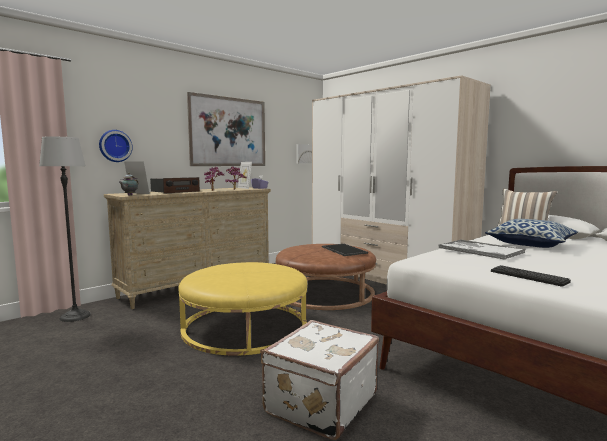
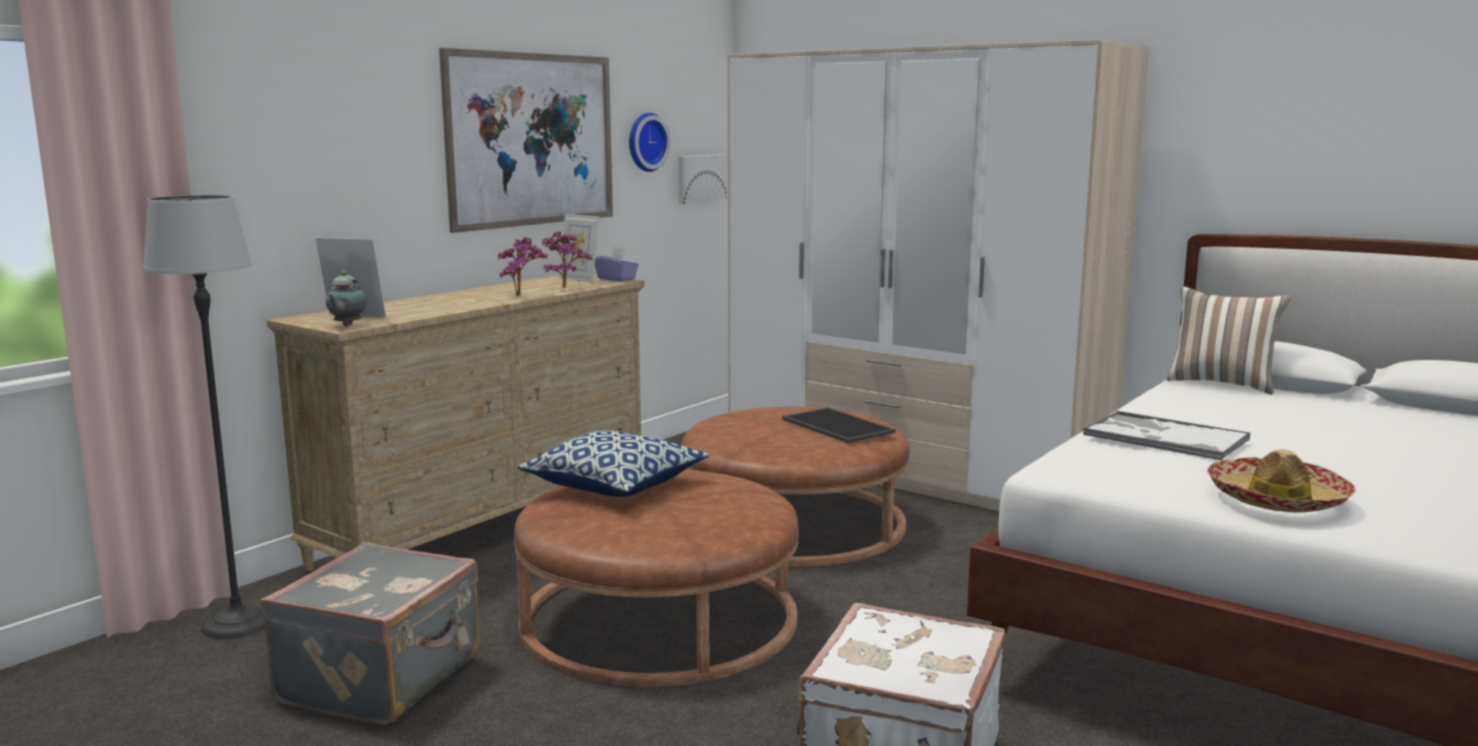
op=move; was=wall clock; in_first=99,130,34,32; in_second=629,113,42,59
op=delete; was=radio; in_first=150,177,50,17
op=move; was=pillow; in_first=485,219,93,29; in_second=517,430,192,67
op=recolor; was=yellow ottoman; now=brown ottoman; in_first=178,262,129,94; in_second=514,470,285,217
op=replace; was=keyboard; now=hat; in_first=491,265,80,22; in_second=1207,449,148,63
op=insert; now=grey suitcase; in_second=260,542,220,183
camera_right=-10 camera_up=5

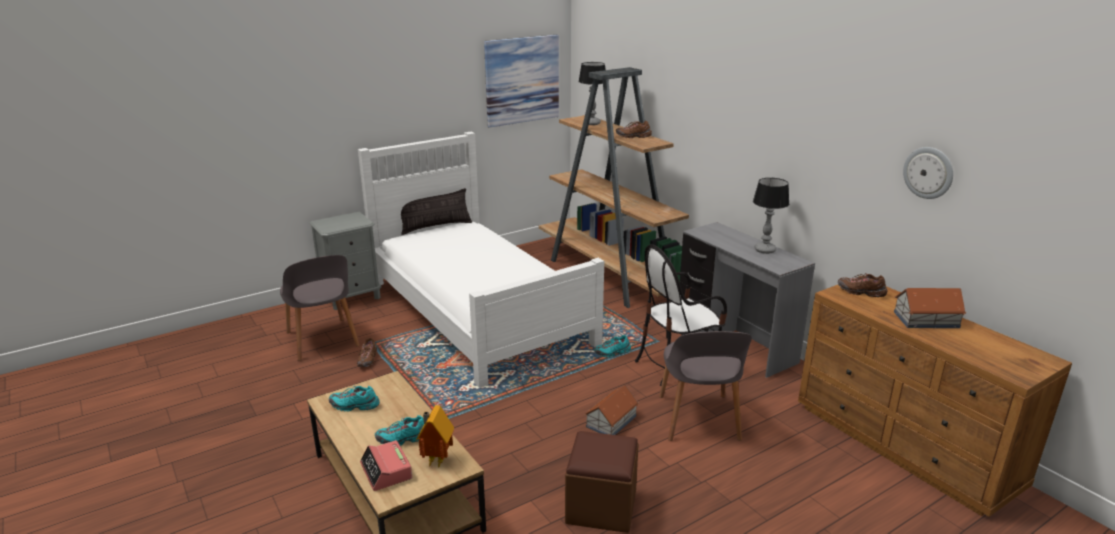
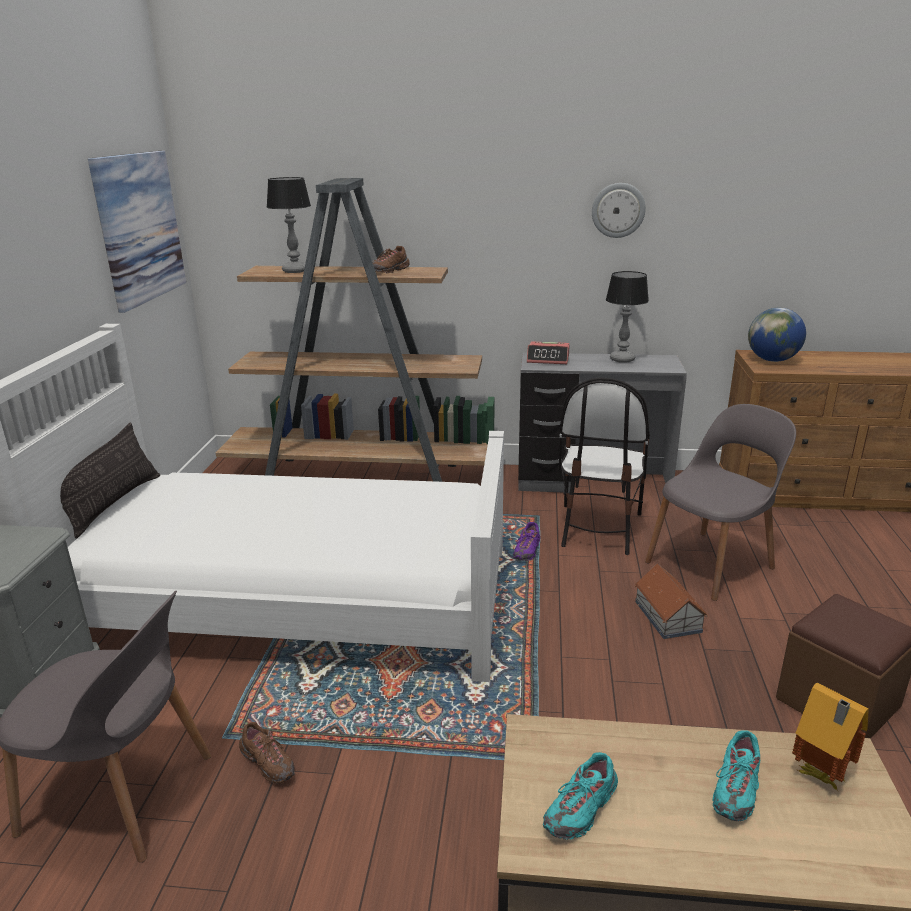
op=move; was=wall clock; in_first=903,147,50,52; in_second=592,183,54,55
op=replace; was=brown shoe; now=globe; in_first=838,273,50,24; in_second=748,308,58,54
op=delete; was=toy house; in_first=894,288,72,40
op=rotate; was=grey chair; in_first=659,331,93,110; in_second=645,404,151,197; clockwise=-75
op=recolor; was=turquoise shoe; now=purple shoe; in_first=594,335,37,23; in_second=513,522,27,39
op=move; was=alarm clock; in_first=360,440,52,51; in_second=527,341,43,23
camera_right=-50 camera_up=0

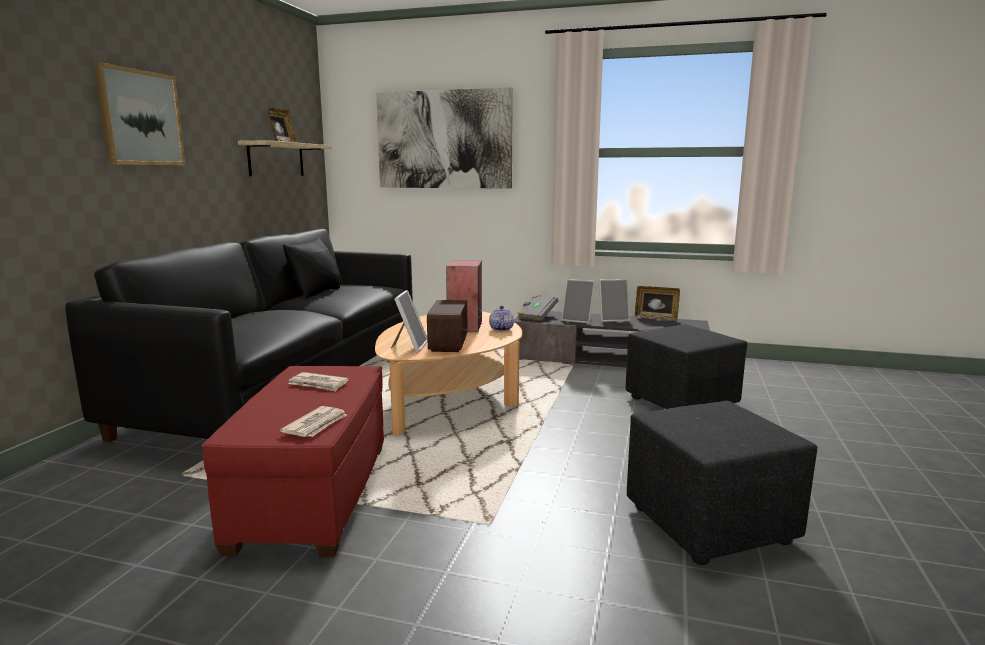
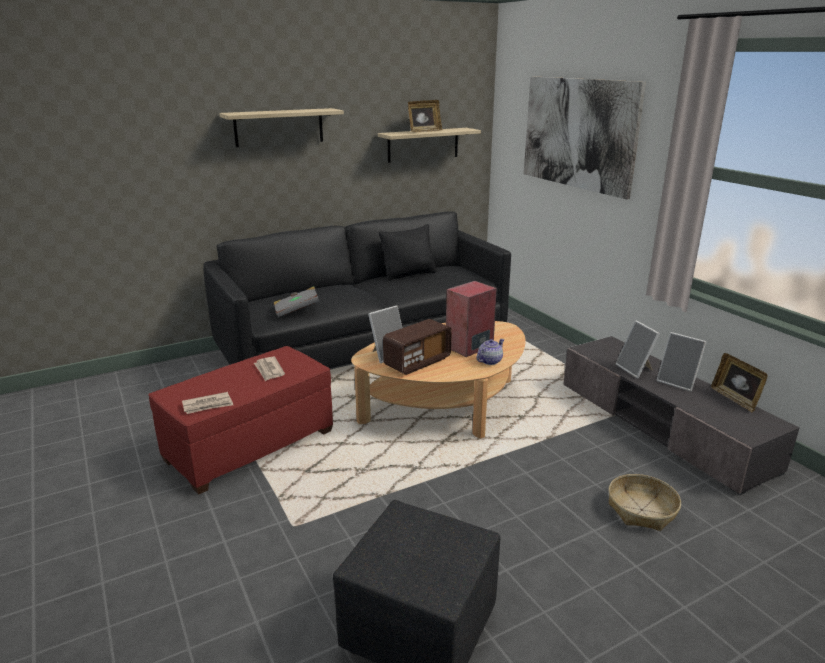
op=replace; was=picture; now=shelf; in_first=94,62,91,103; in_second=219,108,125,39
op=move; was=grey book; in_first=517,295,41,26; in_second=274,286,45,31
op=replace; was=black ottoman; now=basket; in_first=626,324,121,85; in_second=608,474,73,57
camera_right=45 camera_up=10

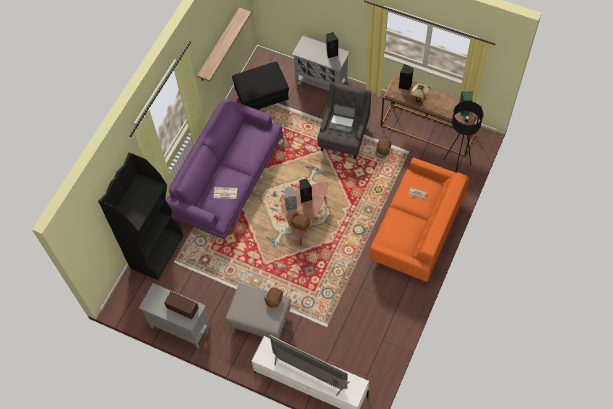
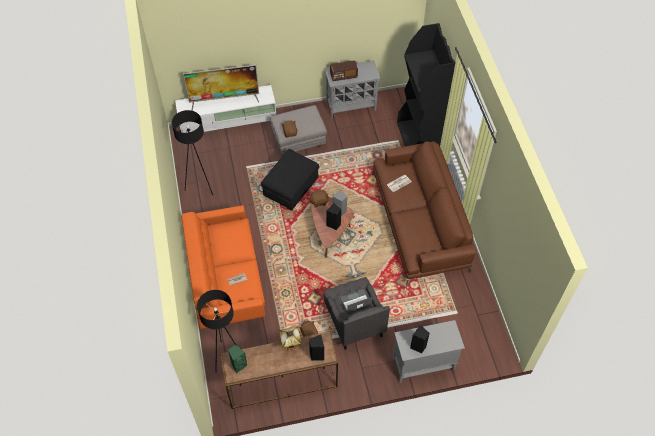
op=delete; was=shelf; in_first=197,8,55,74
op=move; was=black ottoman; in_first=232,61,57,49; in_second=261,149,58,61
op=recolor; was=purple sofa; now=brown sofa; in_first=165,99,119,145; in_second=372,141,104,144
op=insert; now=black floor lamp; in_second=172,110,41,85
camera_right=140 camera_up=-5

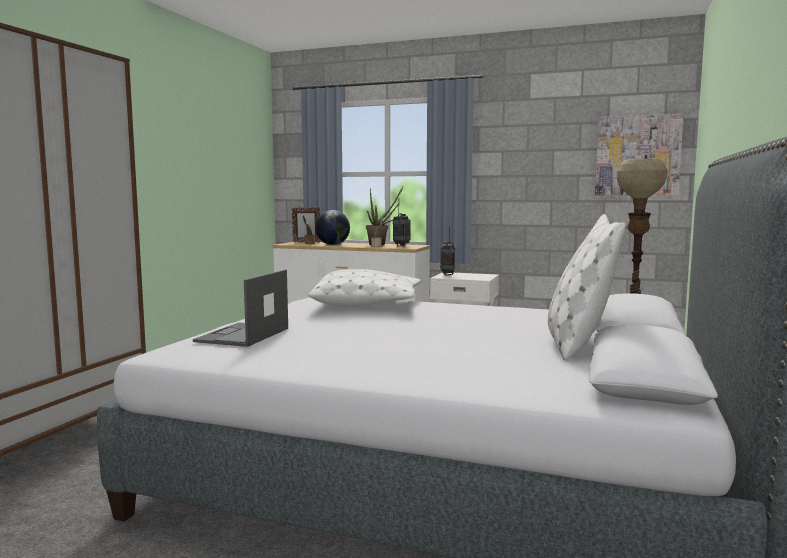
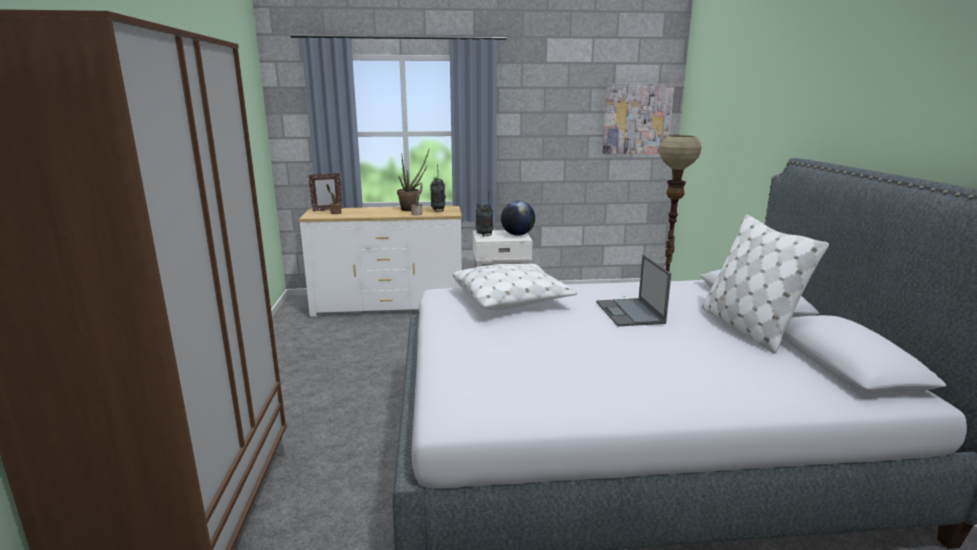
op=move; was=globe; in_first=315,210,35,35; in_second=501,201,34,35
op=move; was=laptop; in_first=193,270,95,77; in_second=596,255,75,71
camera_right=-25 camera_up=10

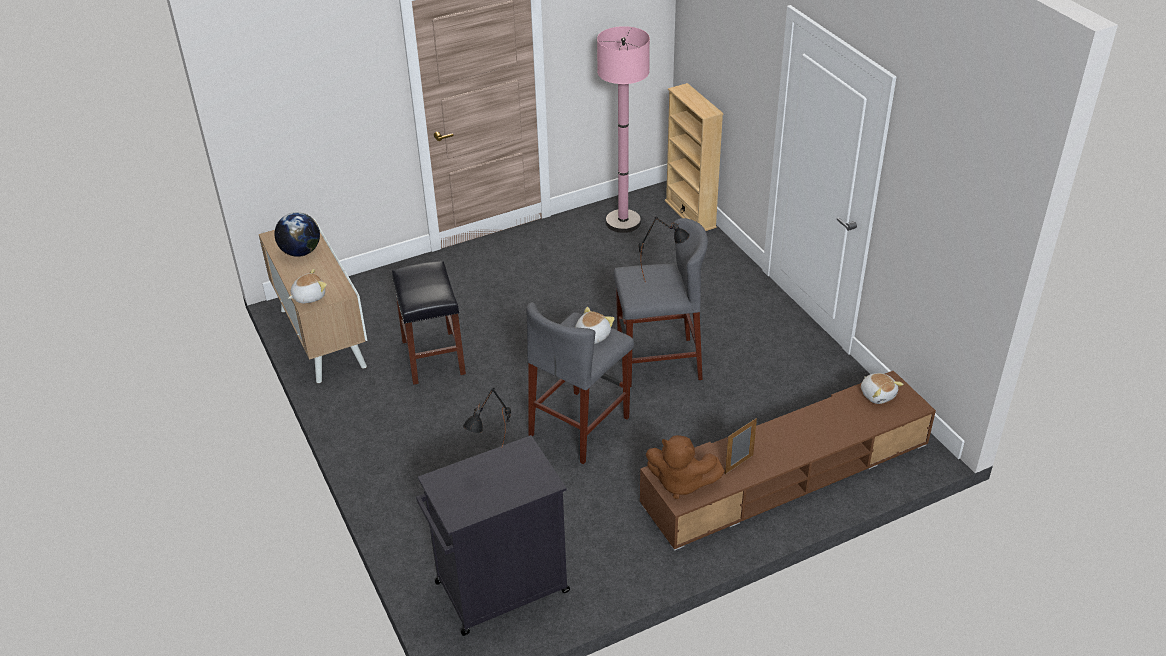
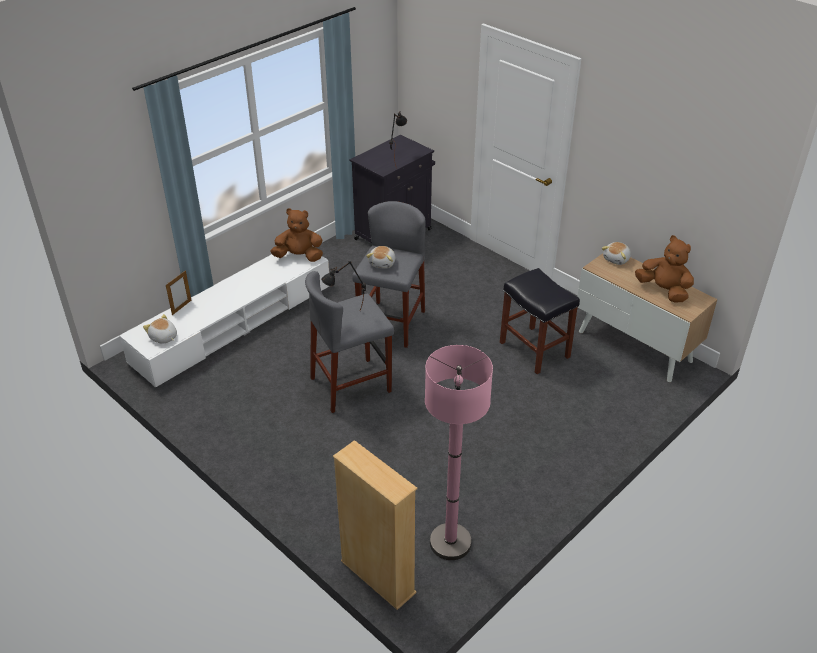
op=replace; was=globe; now=brown plush toy; in_first=274,212,46,45; in_second=635,235,59,68
op=recolor; was=brown tv stand; now=white tv stand; in_first=640,371,296,180; in_second=120,251,209,136
op=move; was=picture frame; in_first=725,418,32,56; in_second=166,270,25,45
camera_right=160 camera_up=0

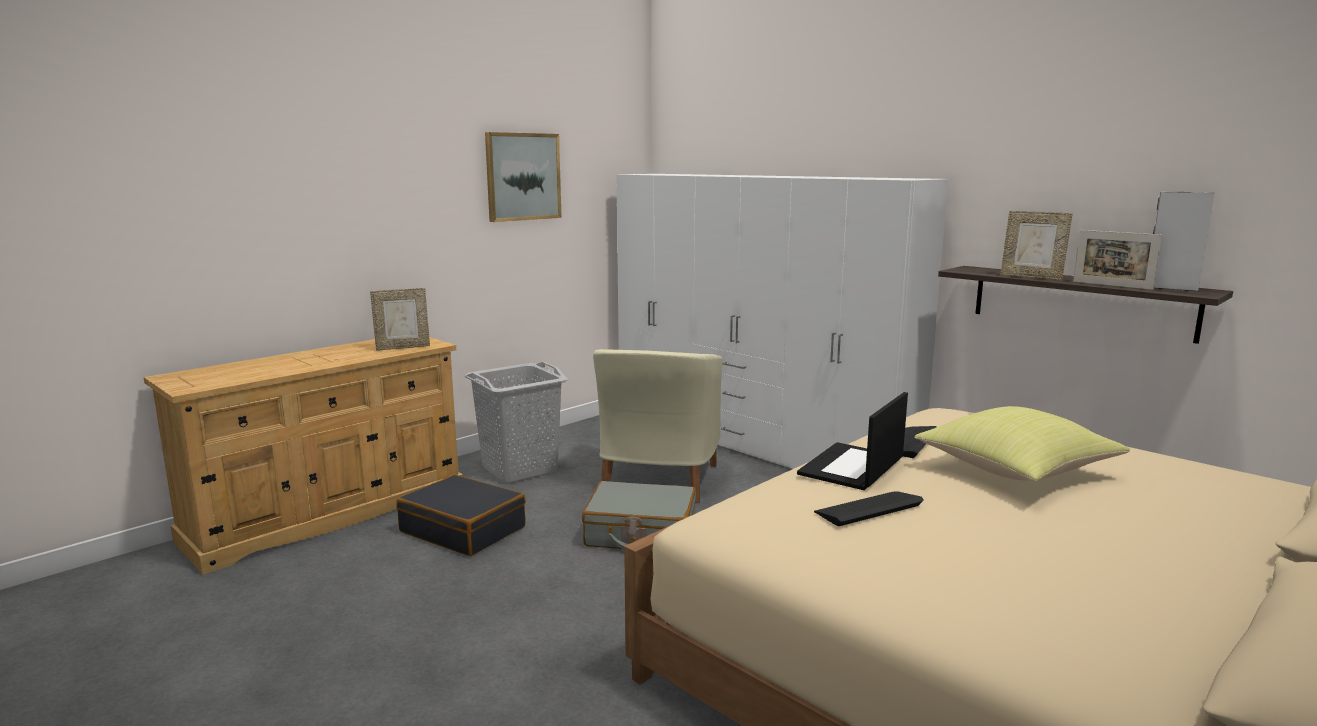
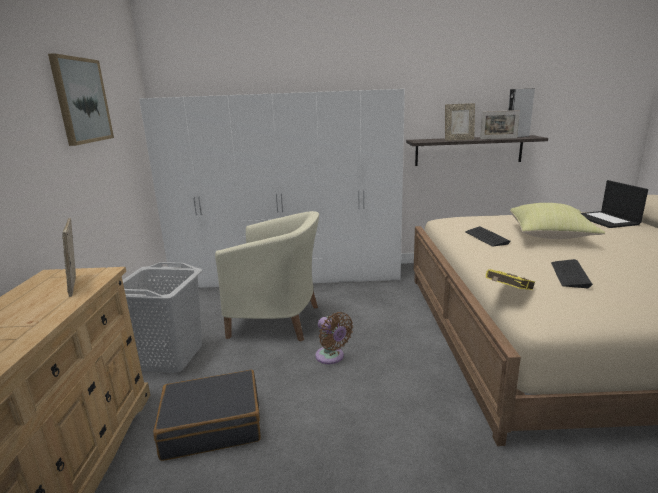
op=rotate; was=picture frame; in_first=370,288,60,63; in_second=62,218,14,79; clockwise=135
op=rotate; was=beige armchair; in_first=593,349,130,154; in_second=215,211,104,131; clockwise=-45
op=move; was=laptop; in_first=797,392,111,98; in_second=581,180,67,48
op=replace; was=grey suitcase; now=brown fan; in_first=582,481,114,69; in_second=315,312,38,52
op=insert; now=yellow book; in_second=486,269,49,21
camera_right=-45 camera_up=5

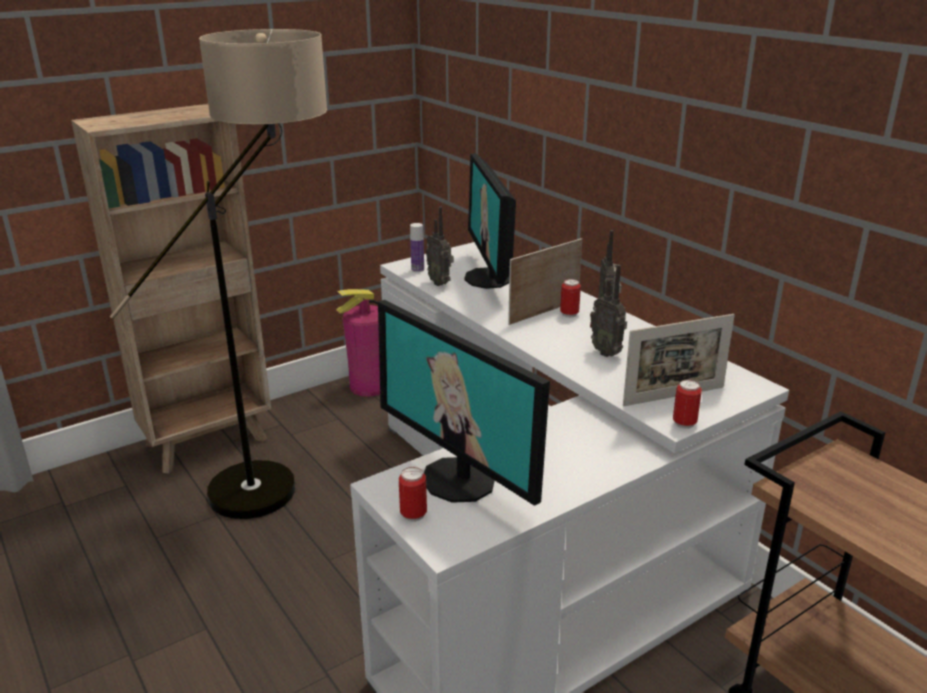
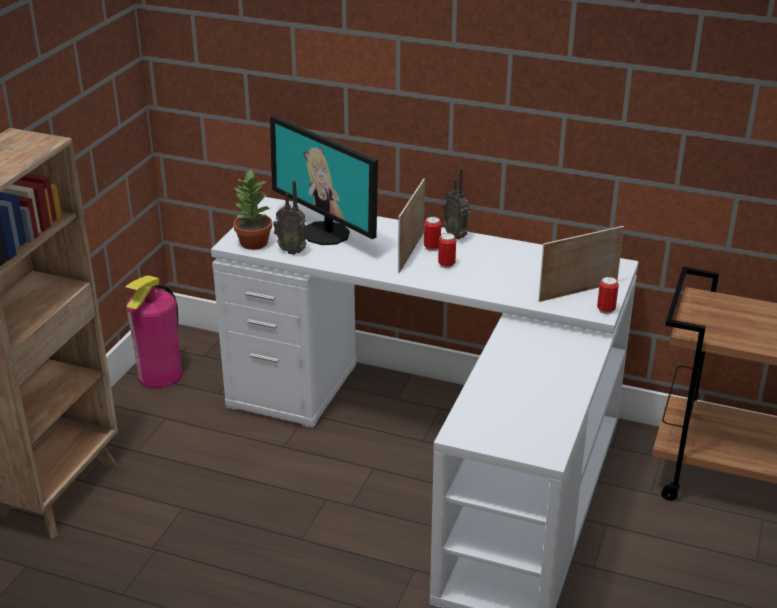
op=delete; was=floor lamp; in_first=110,29,217,490
op=replace; was=bottle; now=potted plant; in_first=410,223,14,49; in_second=233,169,39,81
op=delete; was=radio; in_first=590,265,37,92
op=delete; was=monitor; in_first=378,300,172,206
op=rotate; was=picture frame; in_first=623,314,112,92; in_second=539,226,85,76; clockwise=-150
op=move; was=can; in_first=399,467,28,55; in_second=438,233,18,35
camera_right=-35 camera_up=5

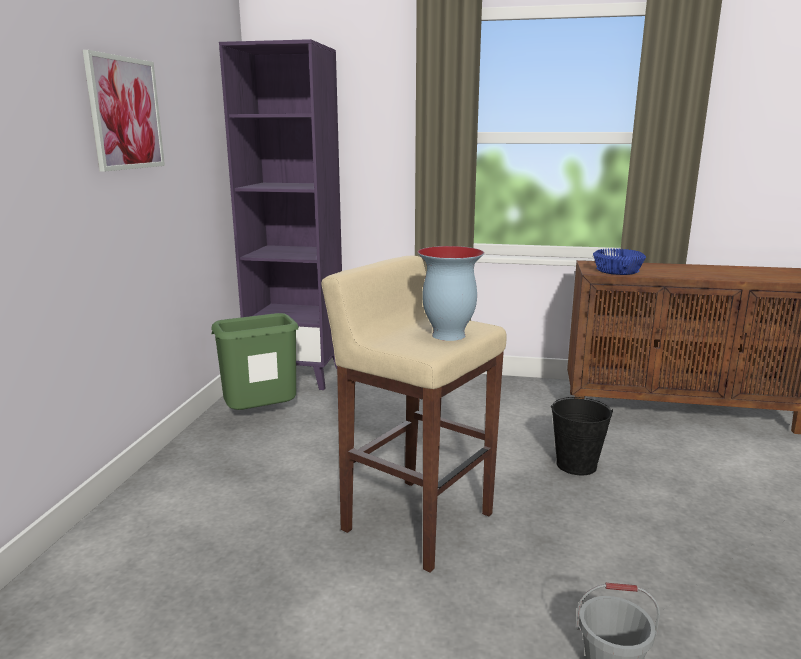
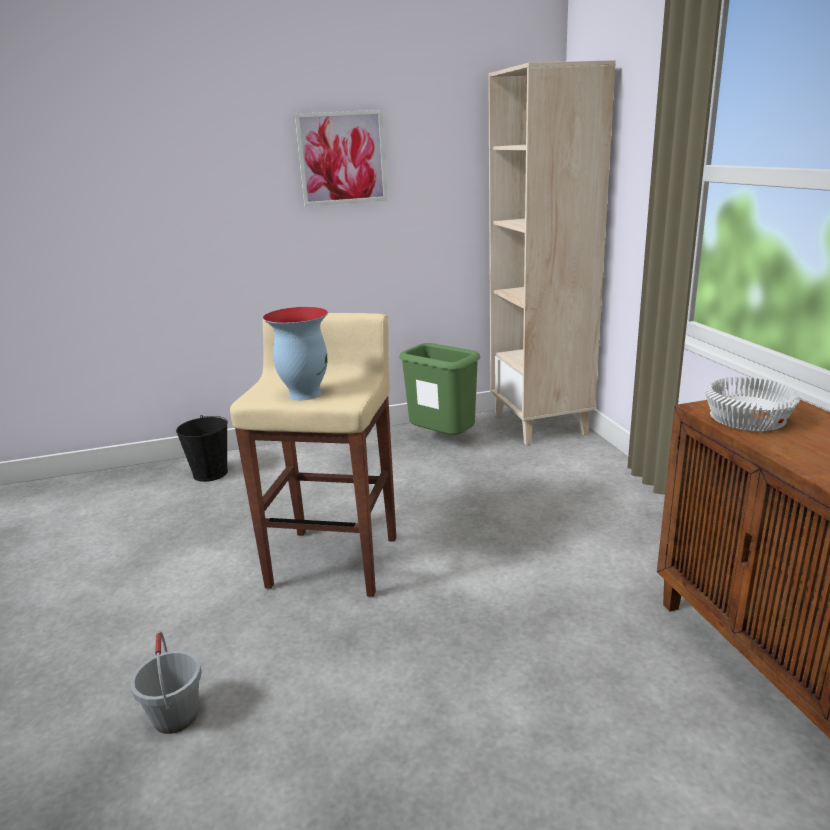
op=recolor; was=purple bookcase; now=beige bookcase; in_first=219,39,123,351; in_second=488,60,128,385
op=recolor; was=blue bowl; now=white bowl; in_first=593,248,53,27; in_second=705,377,95,54
op=move; was=black bucket; in_first=551,397,62,78; in_second=176,415,52,67
camera_right=65 camera_up=5

